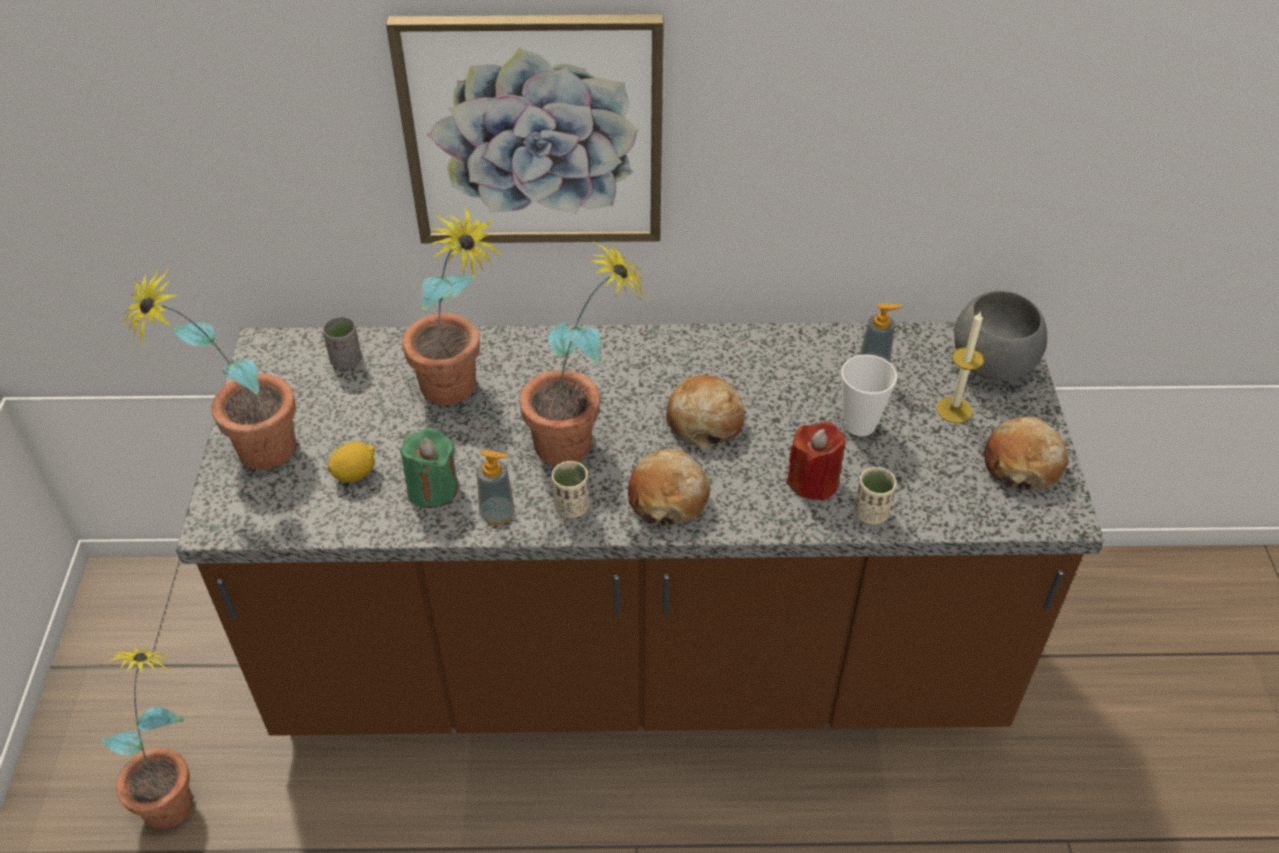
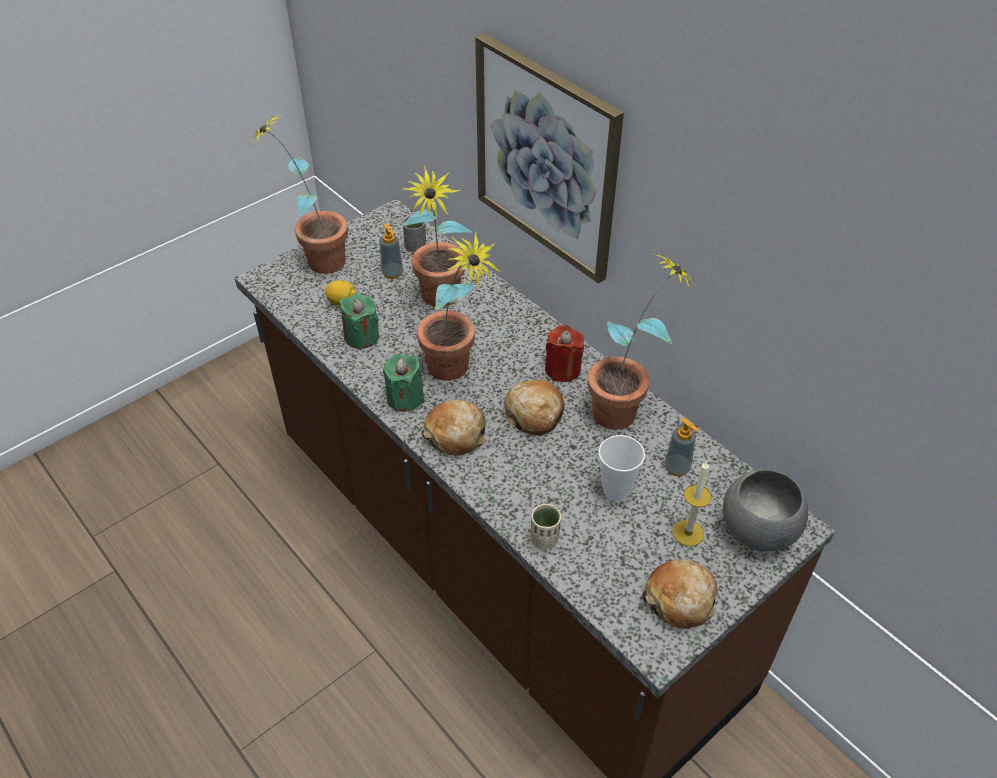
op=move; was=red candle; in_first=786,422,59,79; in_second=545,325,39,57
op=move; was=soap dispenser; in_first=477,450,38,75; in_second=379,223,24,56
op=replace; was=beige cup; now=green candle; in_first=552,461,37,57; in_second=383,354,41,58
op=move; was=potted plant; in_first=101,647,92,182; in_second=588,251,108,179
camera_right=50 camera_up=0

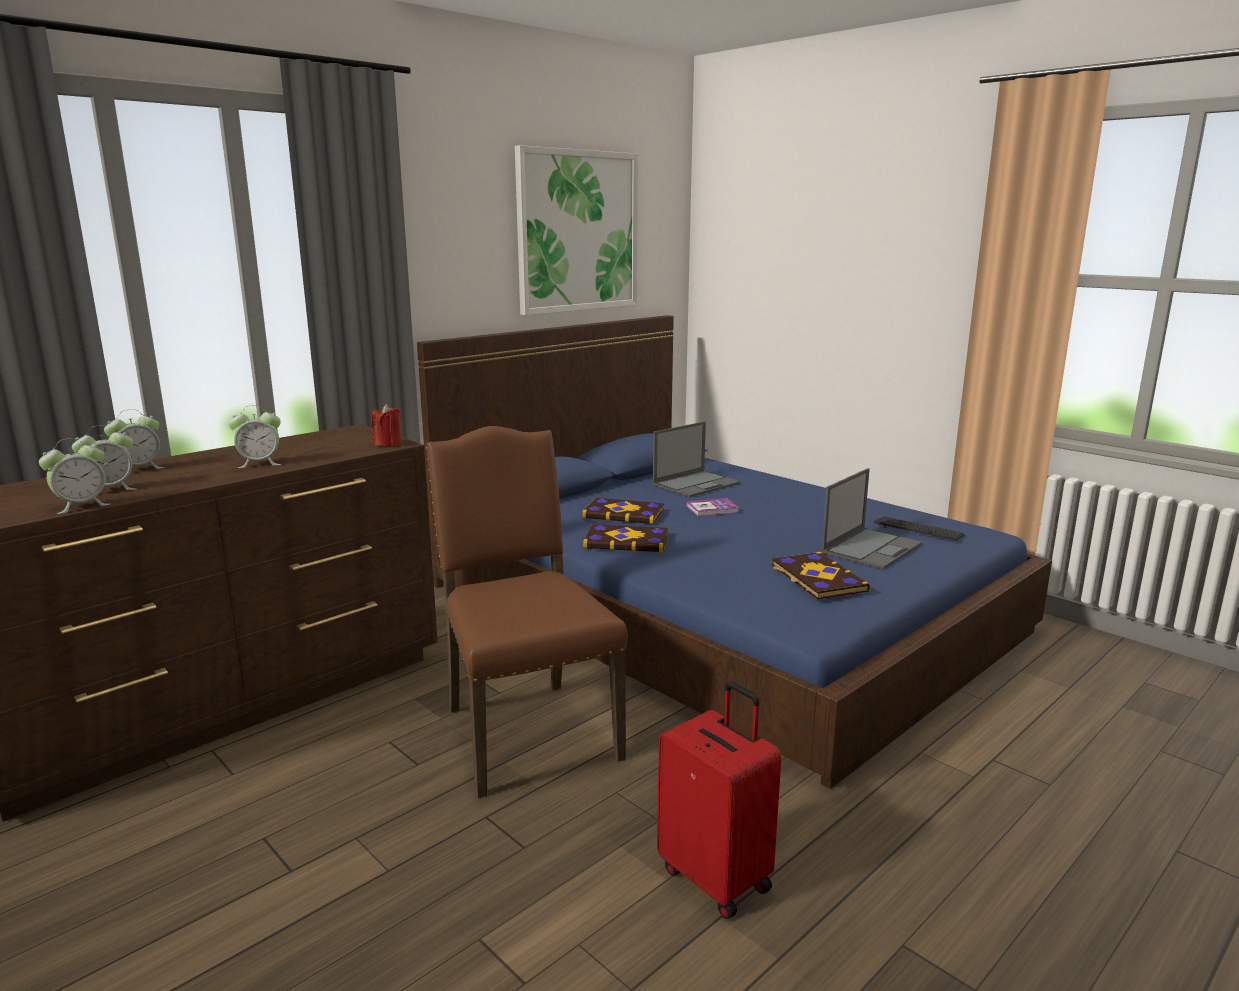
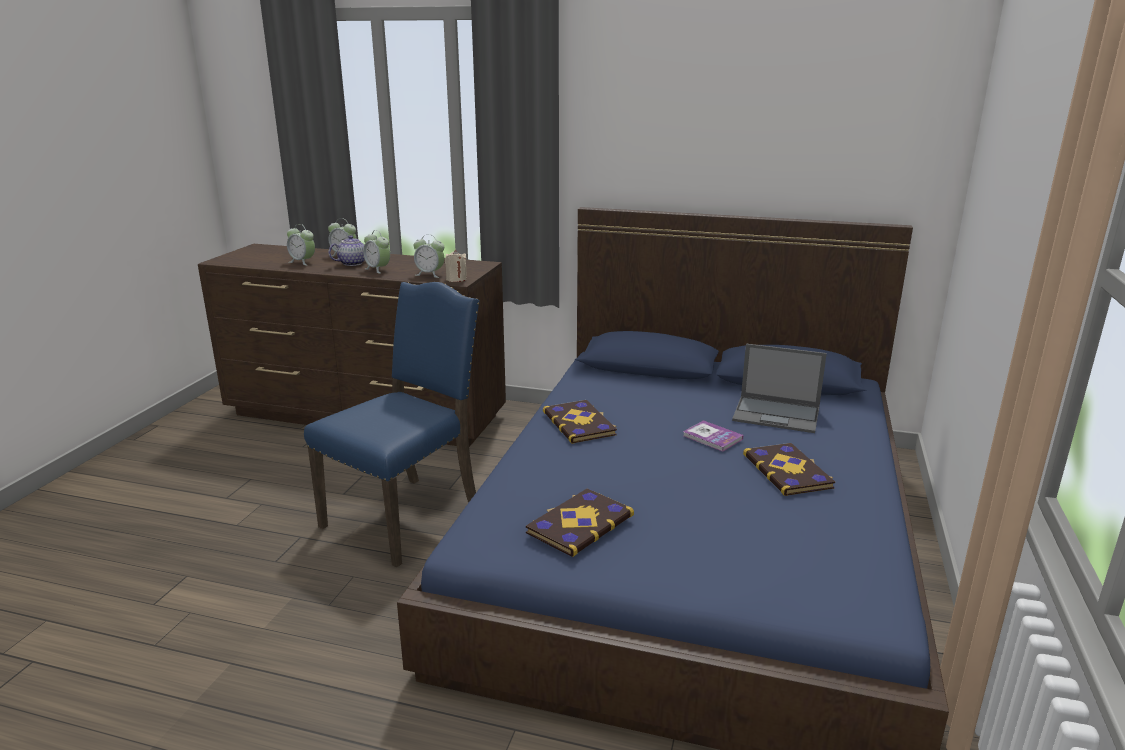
op=delete; was=picture; in_first=515,145,123,170
op=recolor; was=red candle; now=beige candle; in_first=371,404,32,43; in_second=445,250,22,32
op=recolor; was=brown chair; now=blue chair; in_first=426,426,201,372; in_second=304,282,176,285
op=move; was=alarm clock; in_first=39,438,72,76; in_second=413,234,31,44
op=delete; was=laptop; in_first=821,468,101,101
op=move; was=book; in_first=582,498,82,26; in_second=743,443,92,53
op=delete; was=keyboard; in_first=874,516,91,24
op=delete; was=red suitcase; in_first=657,682,125,237
op=insert; now=teapot; in_second=329,235,36,31
camera_right=60 camera_up=5

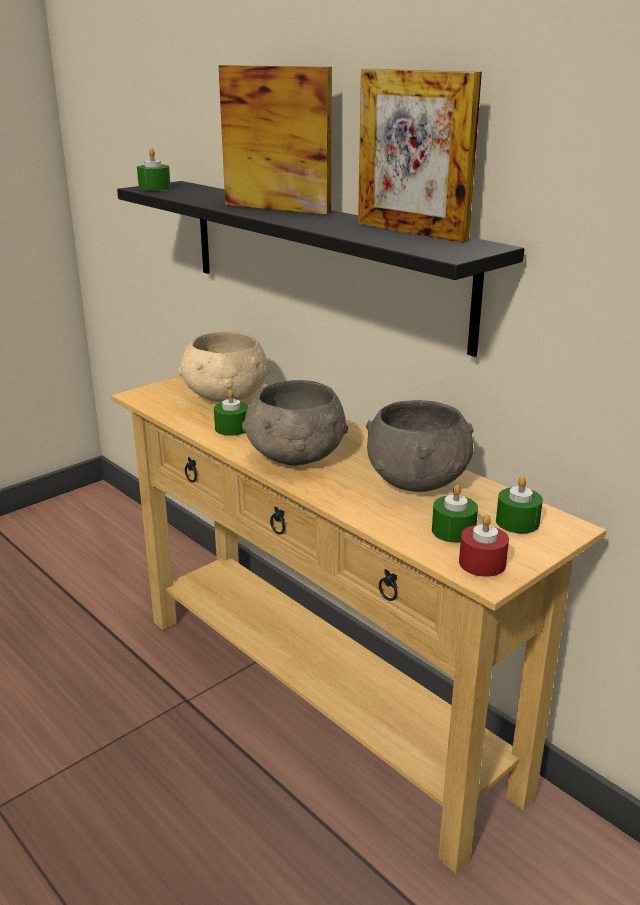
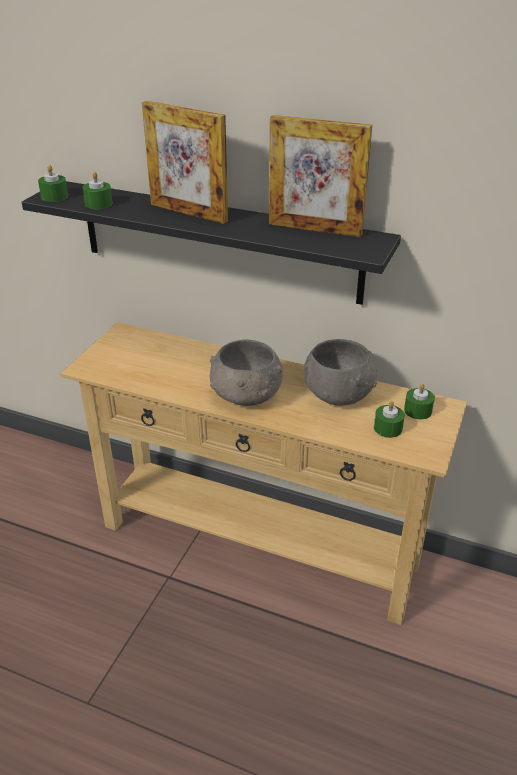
op=rotate; was=picture frame; in_first=219,65,113,149; in_second=142,101,86,123; clockwise=-150
op=delete; was=beige bowl; in_first=179,331,91,72
op=move; was=green candle; in_first=214,390,34,46; in_second=83,172,29,37
op=delete; was=red candle; in_first=459,514,50,63
camera_right=-25 camera_up=10

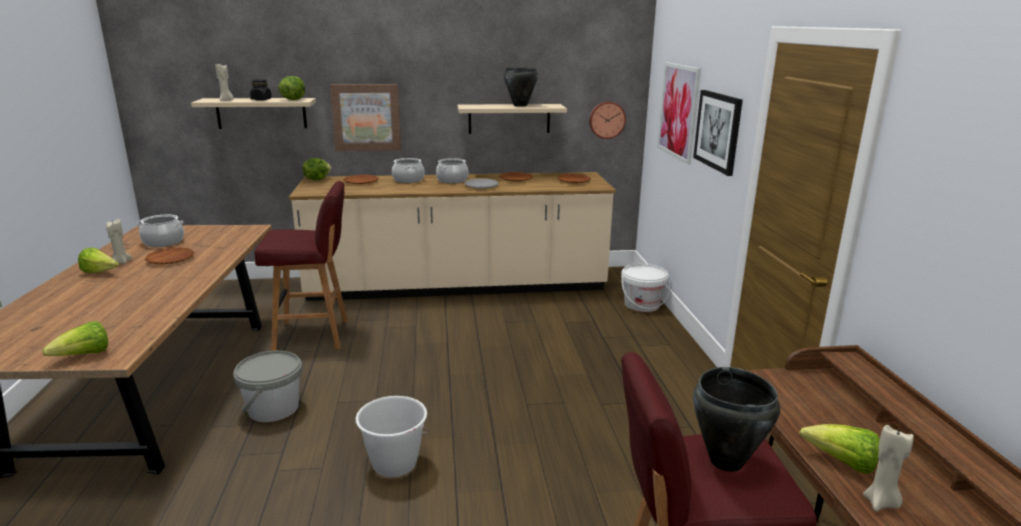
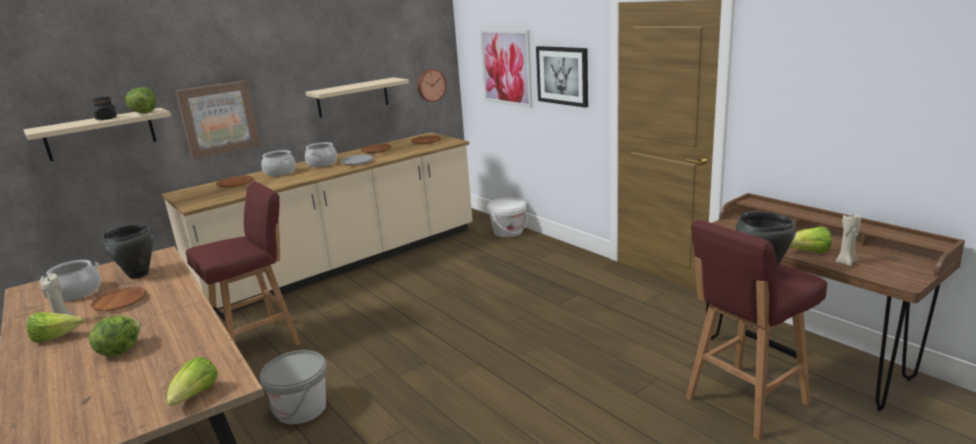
op=delete; was=beige candle; in_first=215,64,19,37
op=move; was=black cooking pot; in_first=504,68,34,39; in_second=102,225,52,54
op=move; was=lettuce; in_first=302,158,30,22; in_second=89,315,52,41
op=delete; was=white bucket; in_first=356,396,73,81
camera_right=-30 camera_up=0

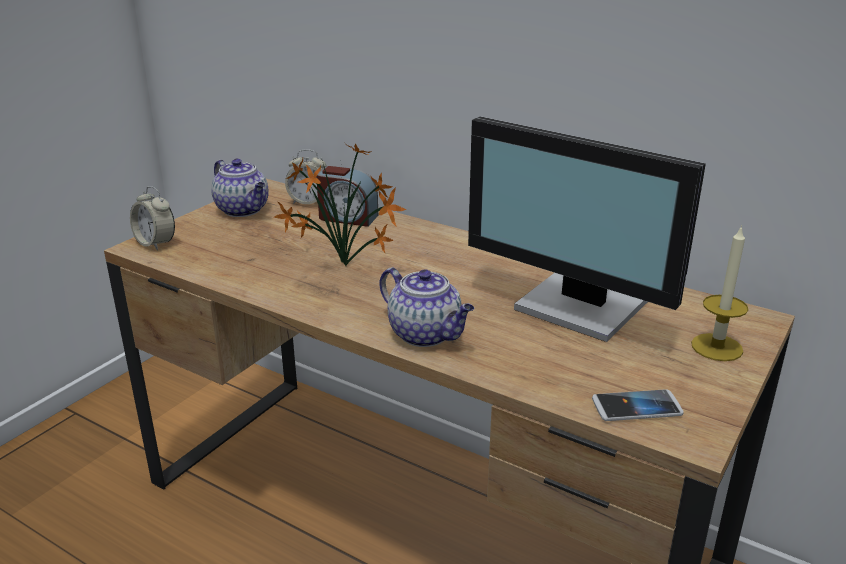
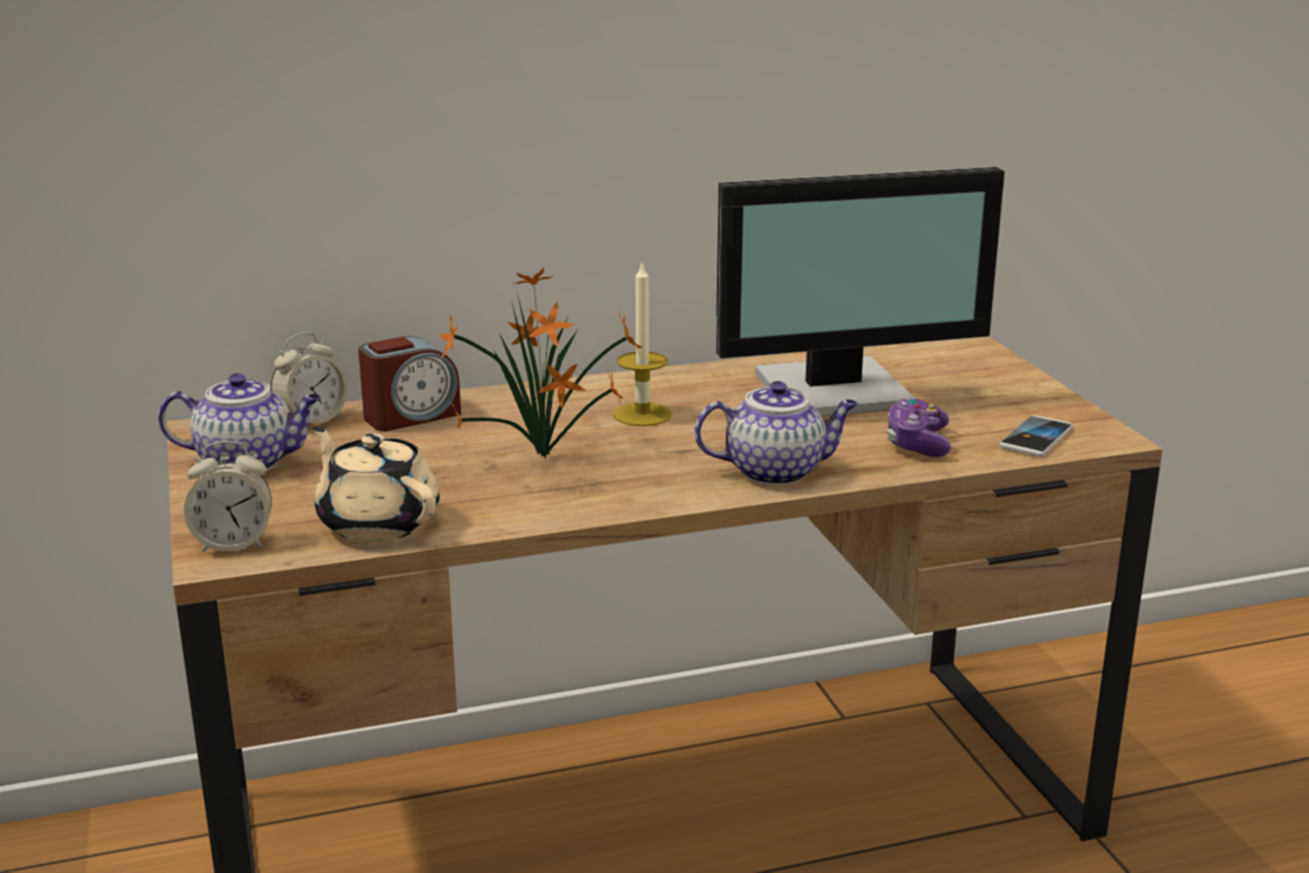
op=move; was=candle; in_first=691,225,57,136; in_second=613,264,59,162
op=insert; now=game controller; in_second=887,398,64,59
op=insert; now=beige teapot; in_second=313,426,127,116
camera_right=-50 camera_up=-5

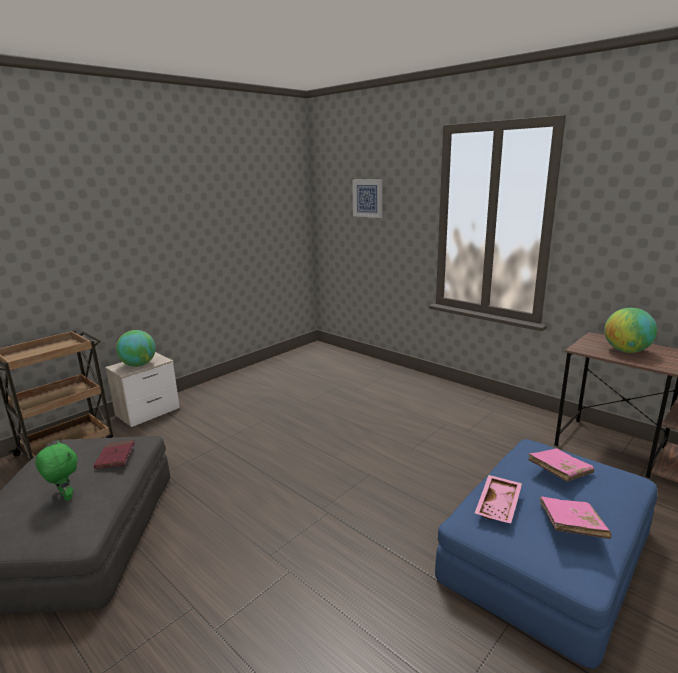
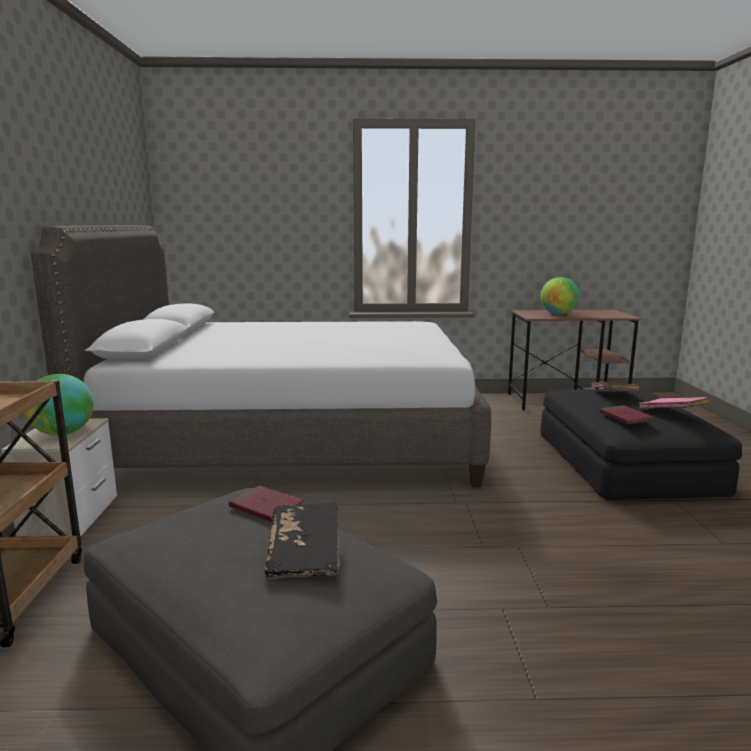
op=delete; was=picture; in_first=352,180,30,38
op=recolor; was=blue ottoman; now=black ottoman; in_first=435,439,222,230; in_second=541,389,201,111
op=replace; was=green plush toy; now=black book; in_first=35,441,42,60; in_second=264,502,76,77
op=replace; was=pink tray; now=red book; in_first=475,475,47,48; in_second=600,405,53,19
op=insert; now=grey bed; in_second=31,225,460,262
camera_right=-45 camera_up=-5

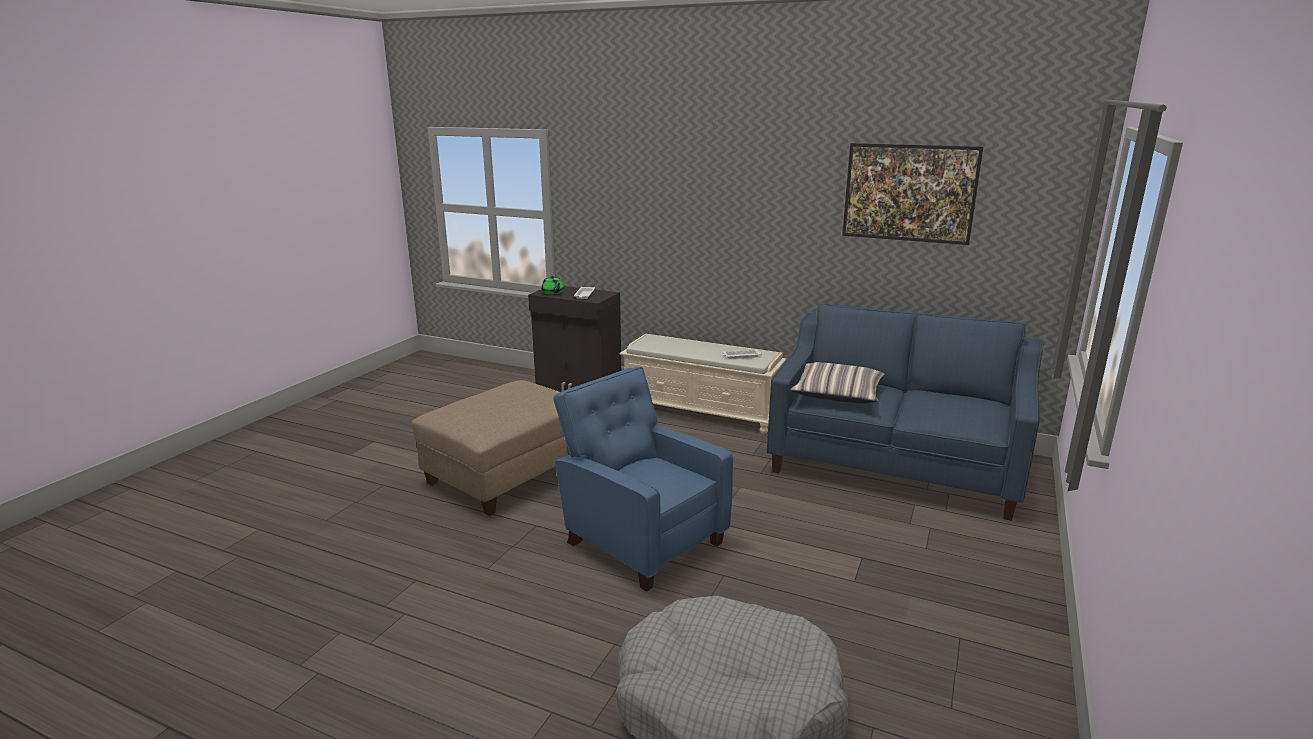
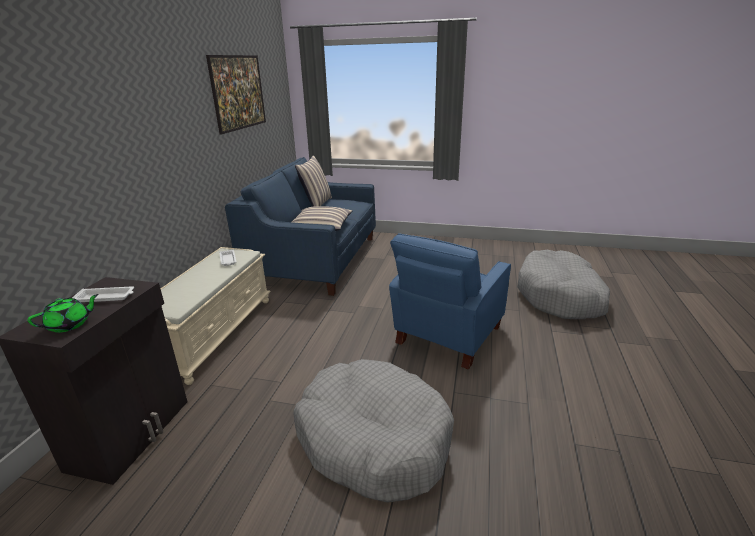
op=replace; was=beige ottoman; now=grey dog bed; in_first=412,380,156,136; in_second=294,359,160,144
op=insert; now=pillow; in_second=295,155,37,52
camera_right=-100 camera_up=5

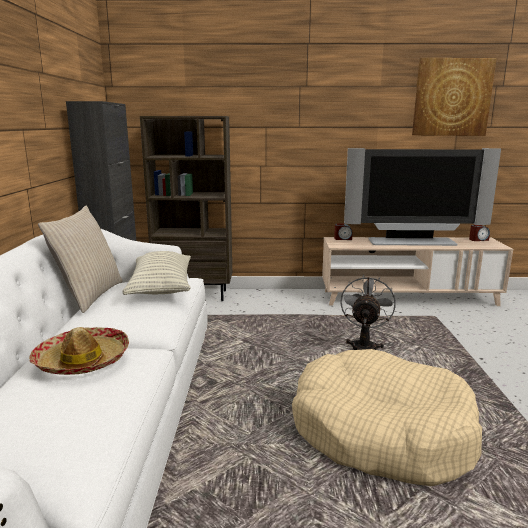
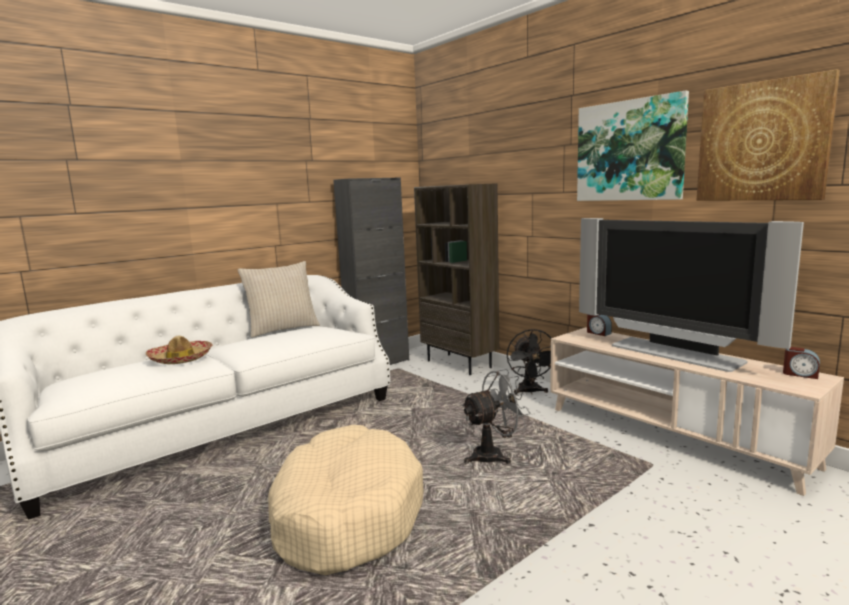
op=delete; was=pillow; in_first=122,251,69,44
op=insert; now=picture; in_second=577,91,112,110
op=insert; now=black fan; in_second=507,329,44,66
camera_right=50 camera_up=-5

